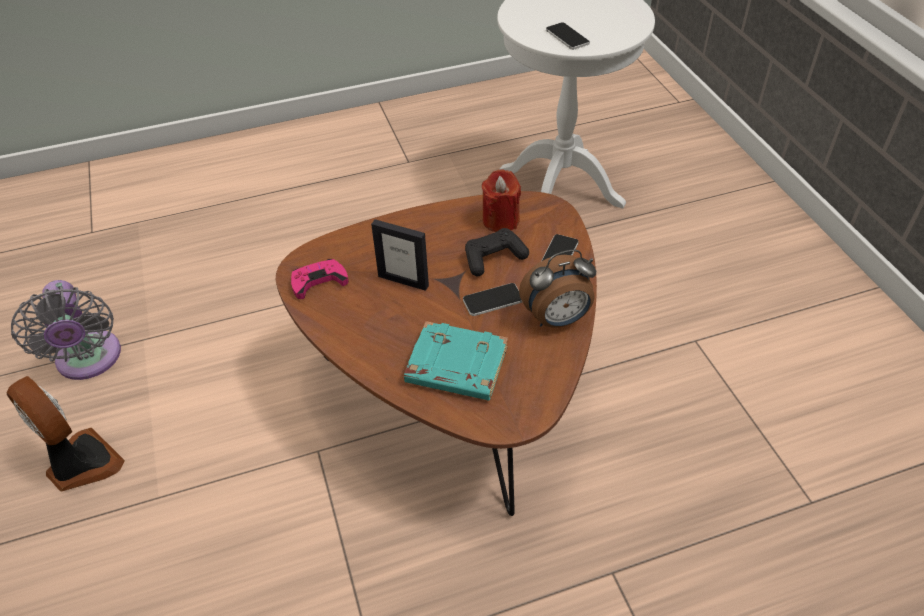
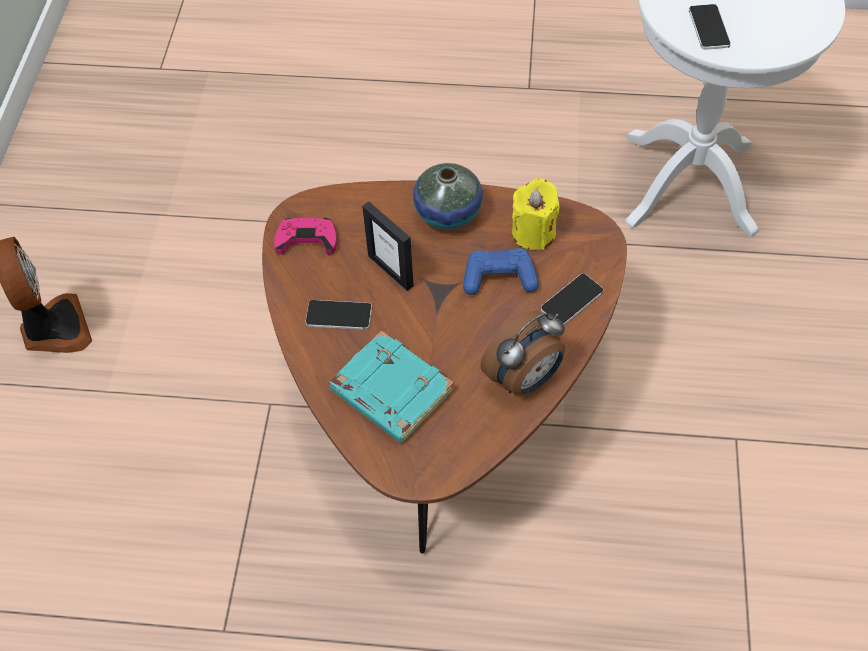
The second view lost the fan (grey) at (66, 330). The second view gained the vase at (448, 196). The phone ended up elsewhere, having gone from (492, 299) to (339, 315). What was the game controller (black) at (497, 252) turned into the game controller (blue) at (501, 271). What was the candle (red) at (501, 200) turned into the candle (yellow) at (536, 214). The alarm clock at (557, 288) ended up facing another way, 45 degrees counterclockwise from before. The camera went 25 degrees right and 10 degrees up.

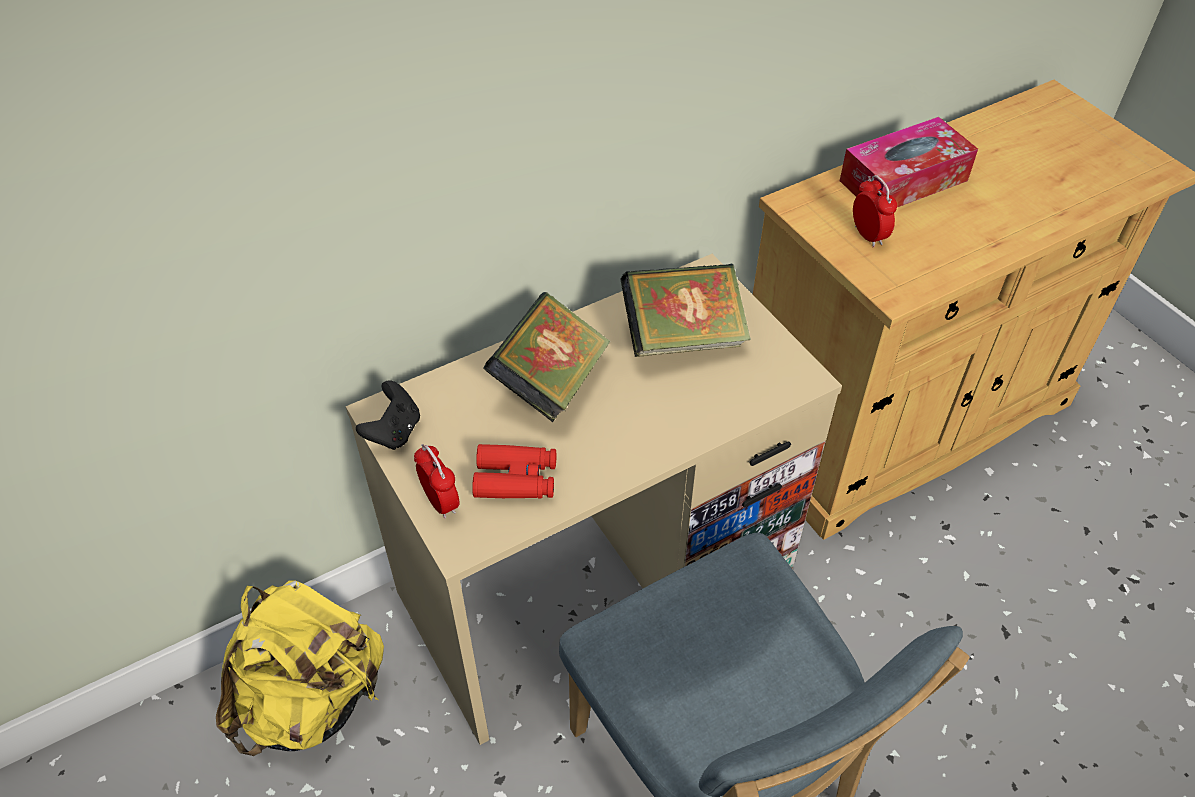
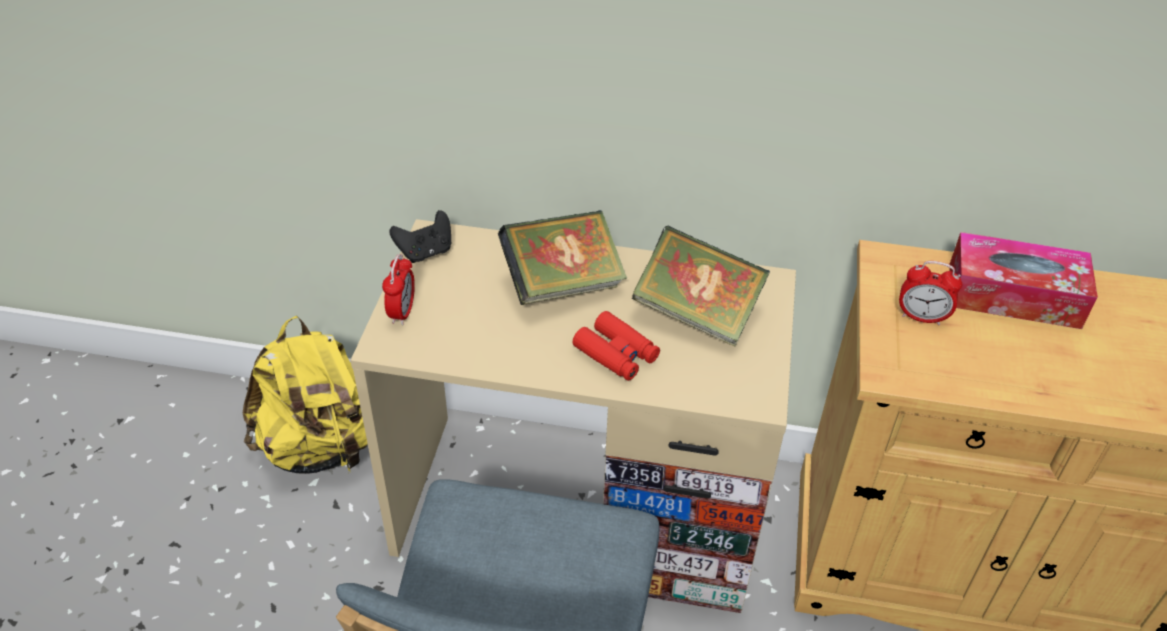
The binoculars (red) ended up elsewhere, having gone from (514, 471) to (616, 346). The alarm clock at (875, 211) ended up facing another way, 90 degrees clockwise from before. The camera went 40 degrees right and 5 degrees down.

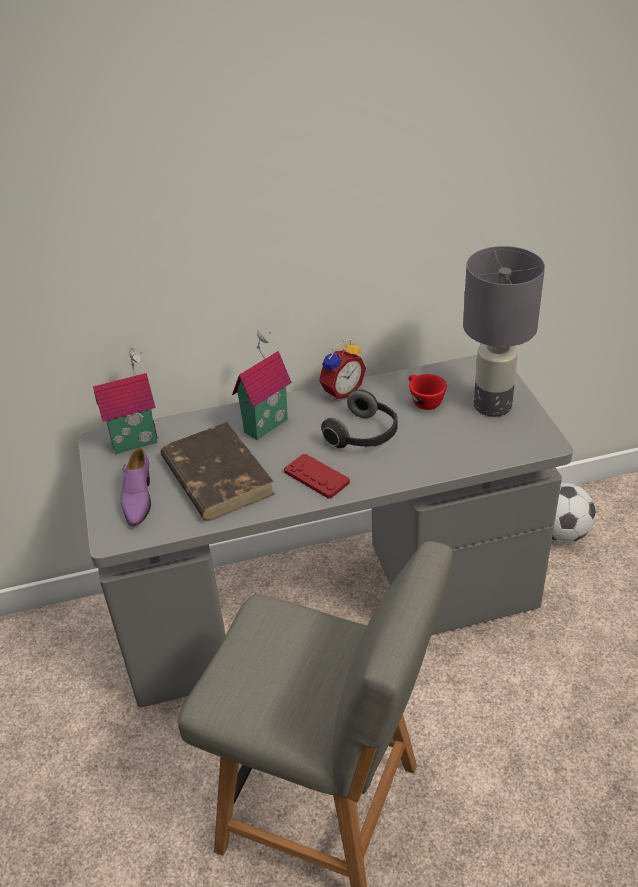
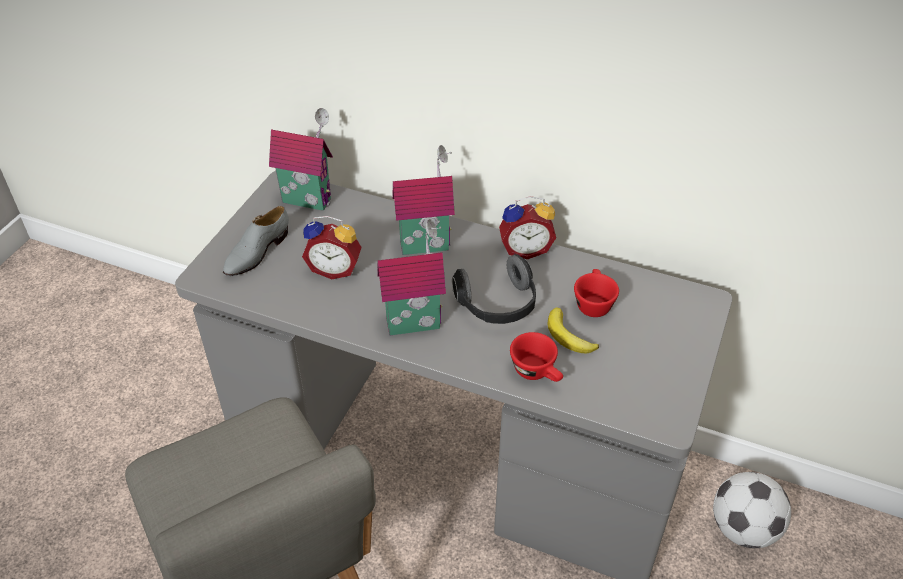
The second view lost the table lamp (grey) at (504, 331). The second view gained the cup (red) at (536, 357). The second view gained the banana at (573, 330). Where the book (brown) stood at (218, 471), the alarm clock came to stand at (332, 247). Where the game controller (red) stood at (317, 476), the toy house came to stand at (411, 277). What was the shoe (purple) at (136, 487) turned into the shoe (grey) at (256, 241). The camera went 35 degrees right and 5 degrees up.

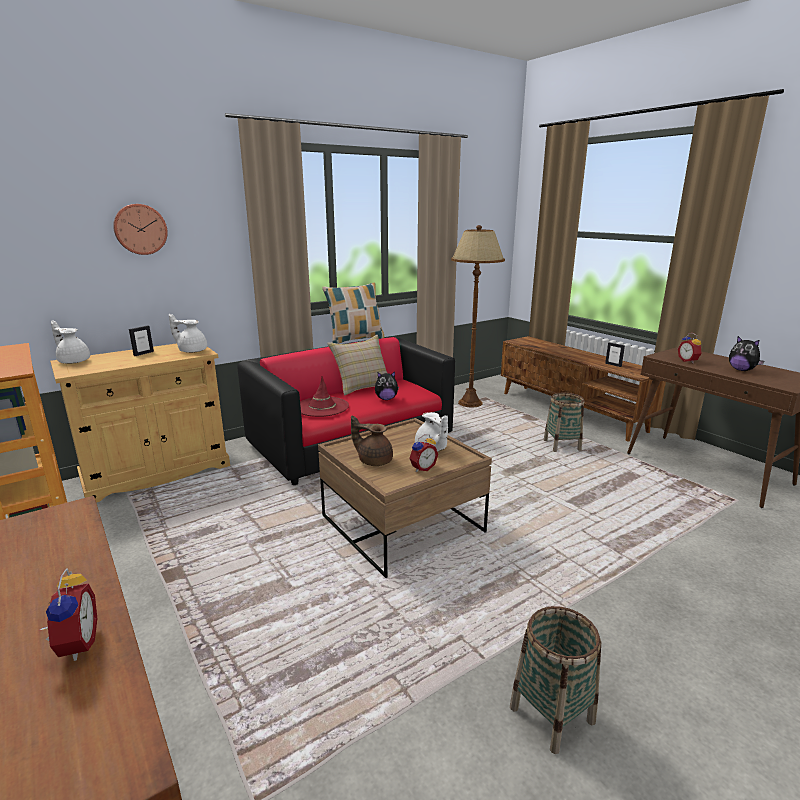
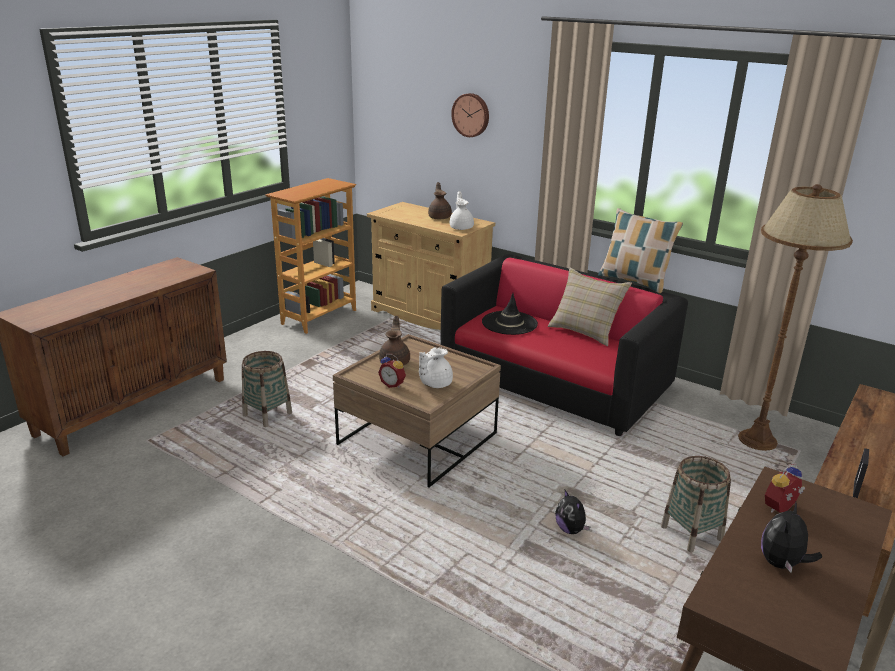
The second view lost the alarm clock at (68, 614). The second view lost the teapot (white) at (70, 342). The plush toy ended up elsewhere, having gone from (387, 386) to (572, 512). The basket ended up elsewhere, having gone from (555, 680) to (267, 389). Where the picture frame stood at (141, 340), the teapot (brown) came to stand at (440, 201). What was the hat (red) at (324, 396) turned into the hat (black) at (510, 314). The camera went 70 degrees right and 5 degrees up.

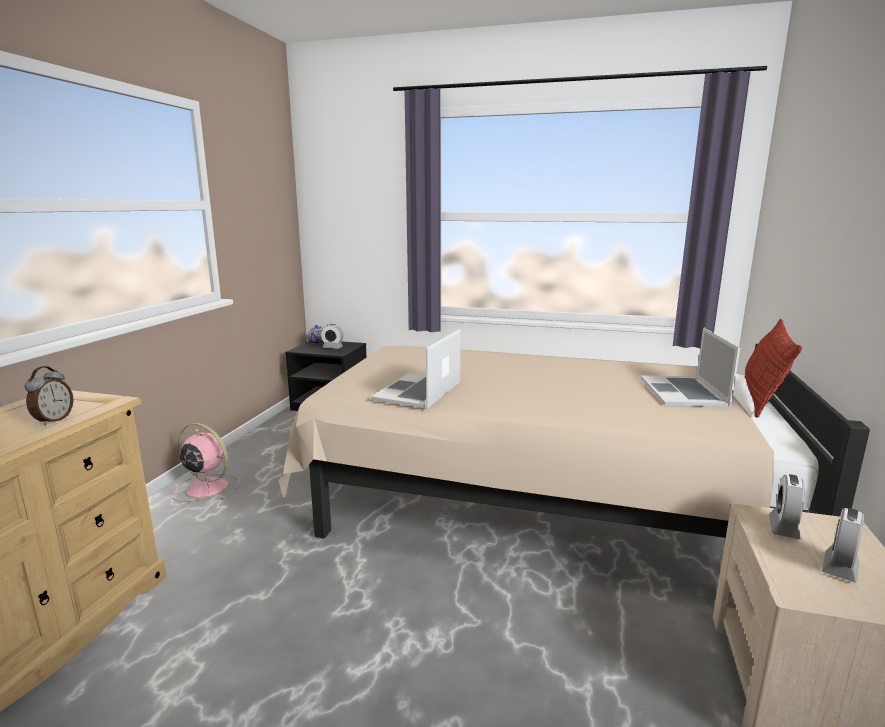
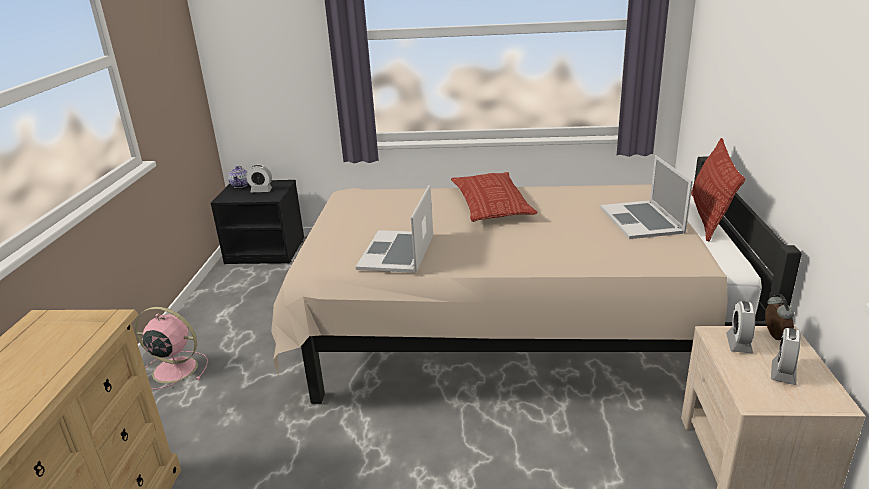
The second view gained the pillow at (494, 197). The alarm clock ended up elsewhere, having gone from (49, 396) to (779, 317). The camera went 10 degrees left and 10 degrees up.

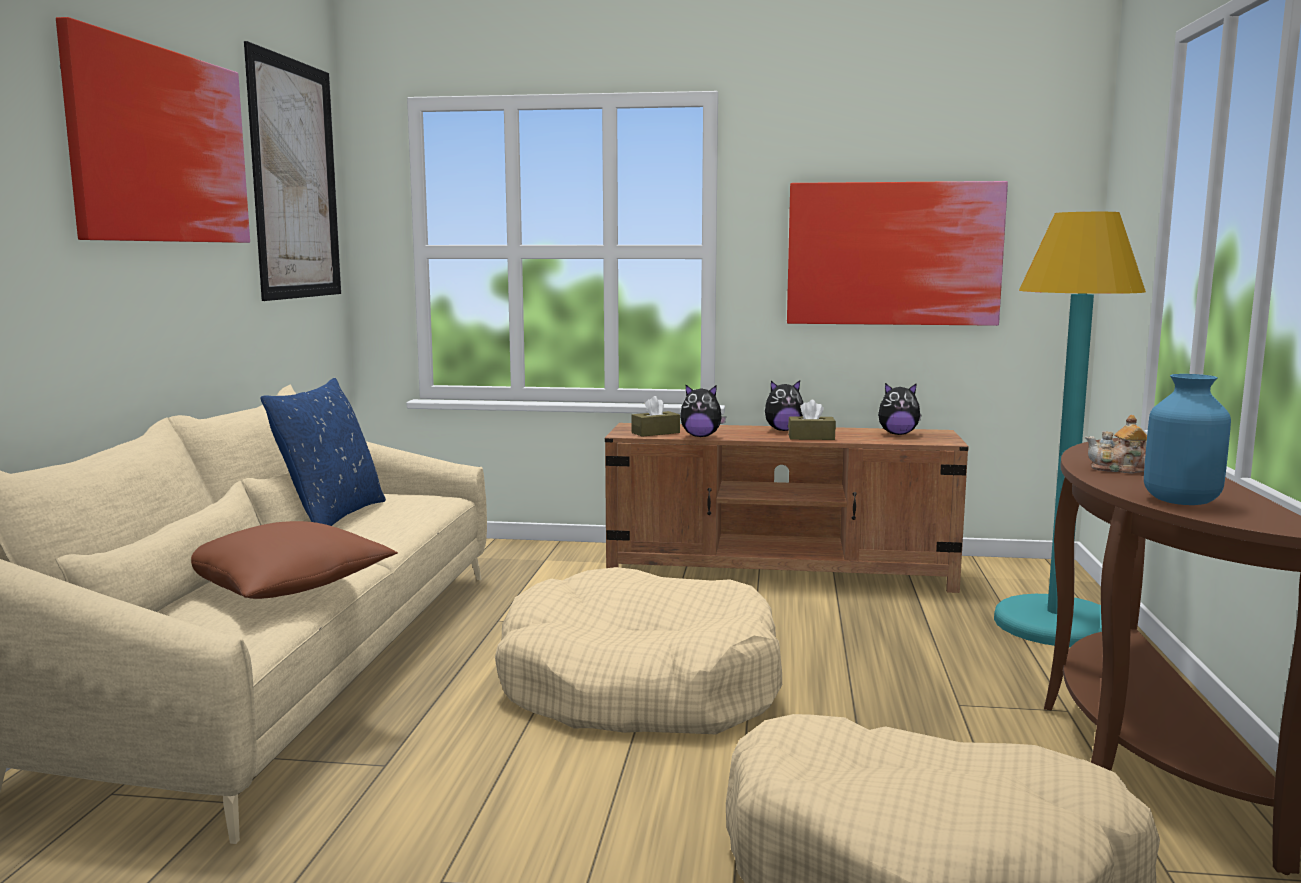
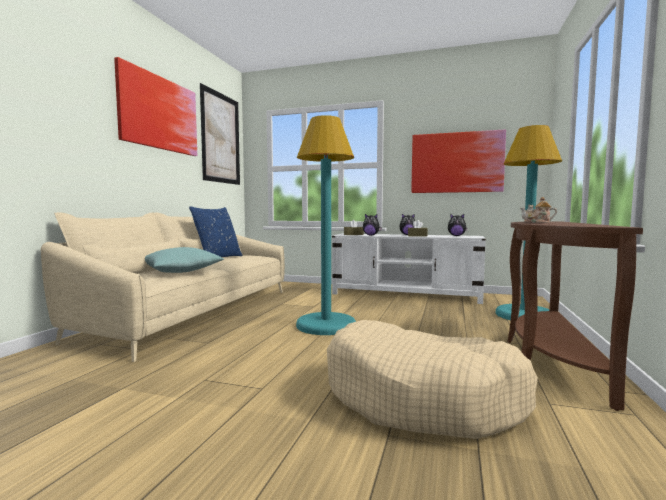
The second view lost the vase (blue) at (1187, 439). Where the dog bed (beige) stood at (638, 650), the floor lamp (turquoise) came to stand at (326, 225). What was the pillow (brown) at (294, 560) turned into the pillow (turquoise) at (184, 260). What was the tv stand (brown) at (787, 508) turned into the tv stand (white) at (409, 269). The camera went 10 degrees right and 5 degrees down.

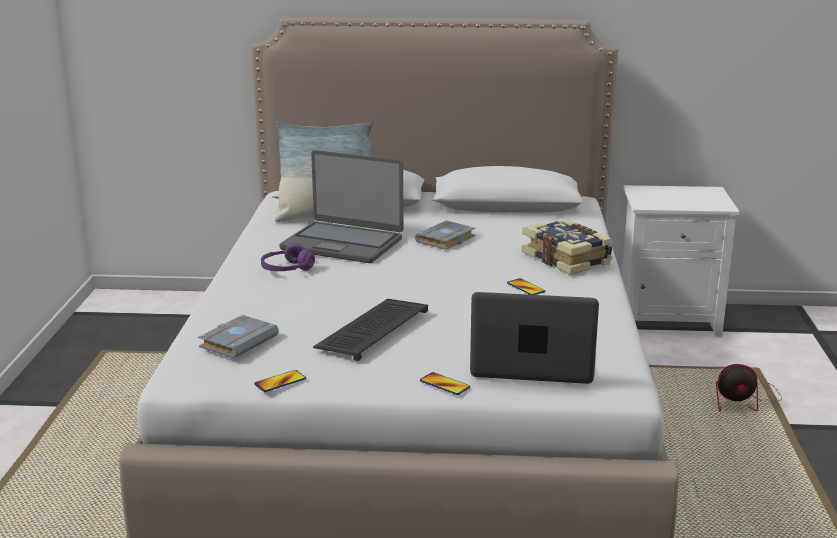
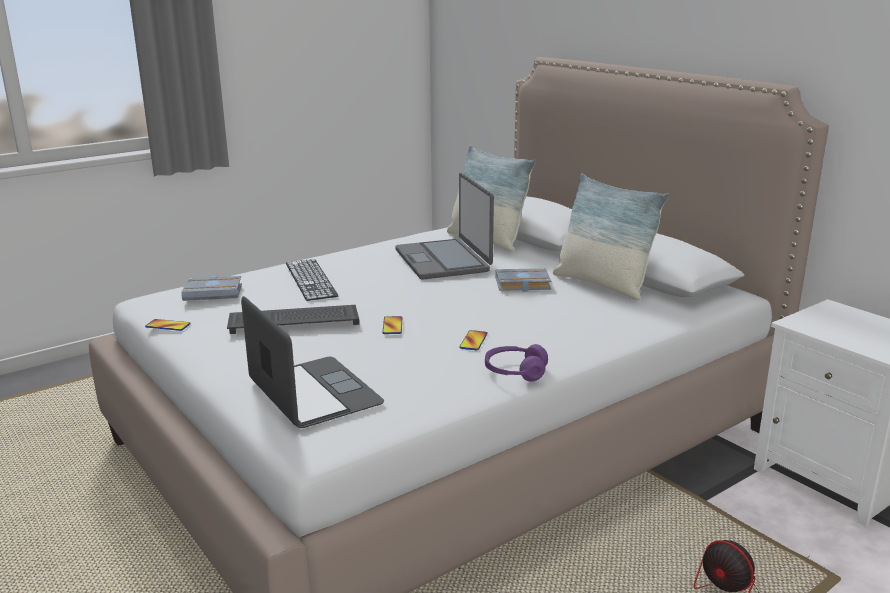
The second view lost the book at (567, 246). The second view gained the keyboard at (312, 280). The second view gained the pillow at (611, 237). The headphones (purple) ended up elsewhere, having gone from (288, 257) to (516, 363). The phone ended up elsewhere, having gone from (445, 383) to (392, 325). The camera went 50 degrees right and 0 degrees up.

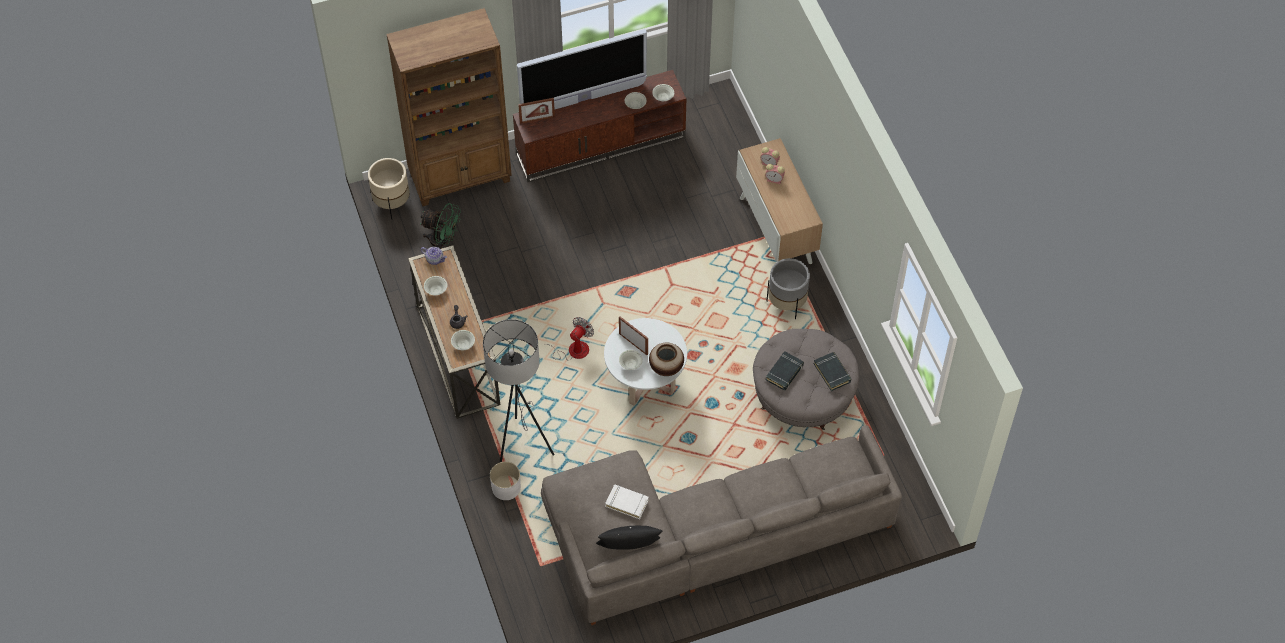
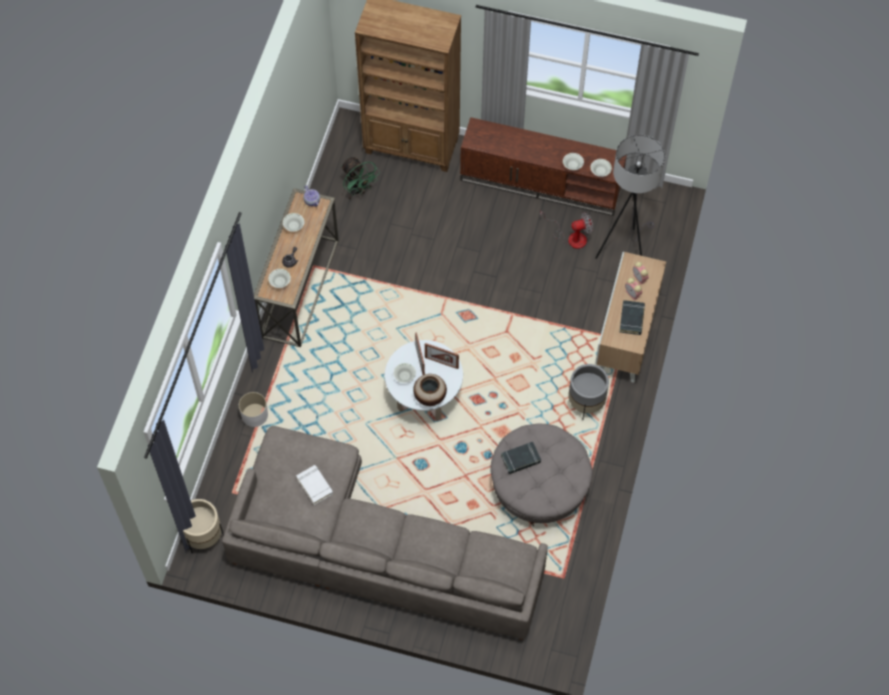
The second view lost the television at (582, 69). The second view lost the pillow (black) at (629, 538). The planter (beige) ended up elsewhere, having gone from (389, 189) to (203, 526). The floor lamp (grey) ended up elsewhere, having gone from (519, 390) to (630, 197). The picture frame ended up elsewhere, having gone from (536, 111) to (442, 356). The fan ended up elsewhere, having gone from (561, 339) to (566, 229). The book (black) ended up elsewhere, having gone from (832, 371) to (632, 317). The camera went 35 degrees right and 5 degrees up.

